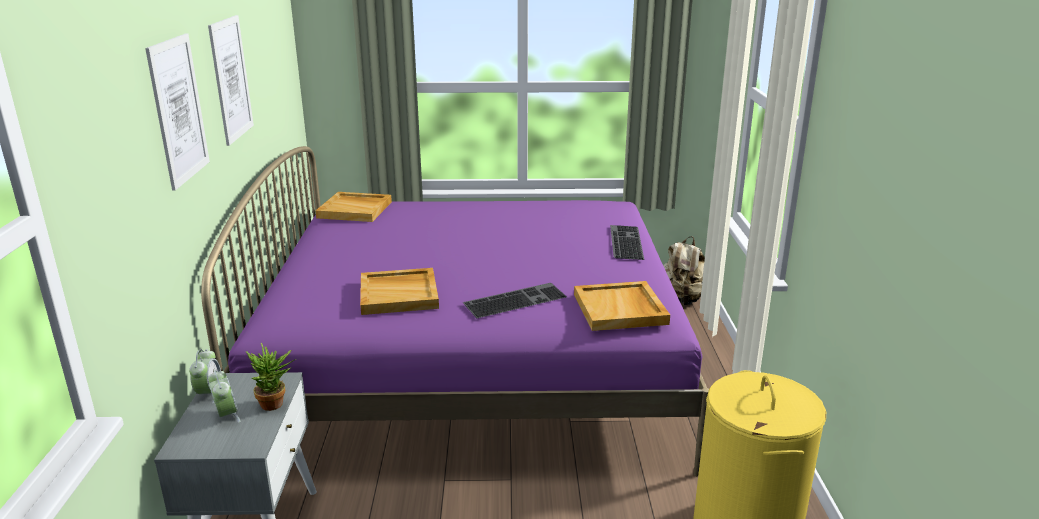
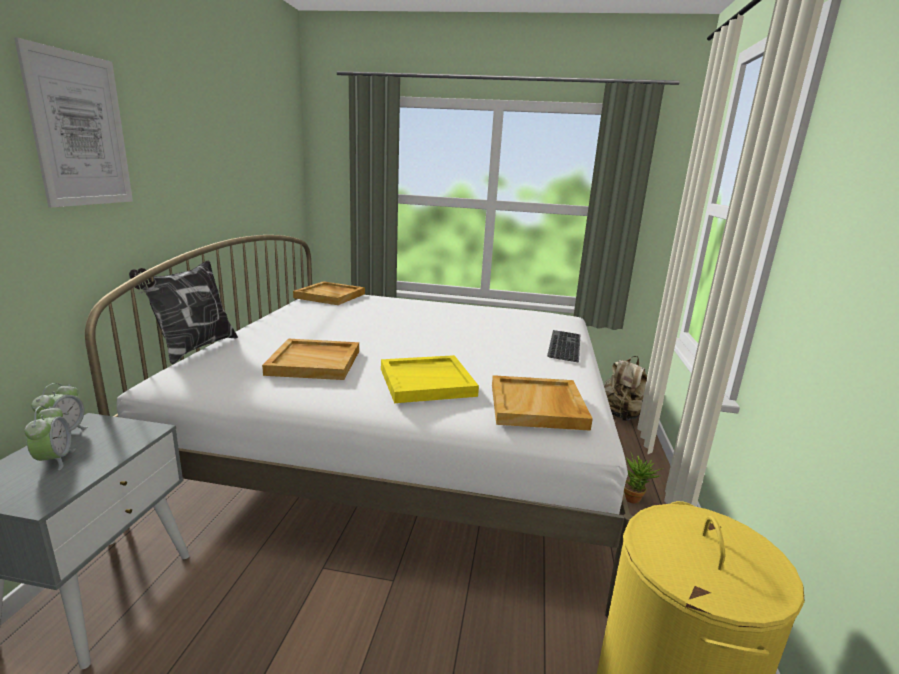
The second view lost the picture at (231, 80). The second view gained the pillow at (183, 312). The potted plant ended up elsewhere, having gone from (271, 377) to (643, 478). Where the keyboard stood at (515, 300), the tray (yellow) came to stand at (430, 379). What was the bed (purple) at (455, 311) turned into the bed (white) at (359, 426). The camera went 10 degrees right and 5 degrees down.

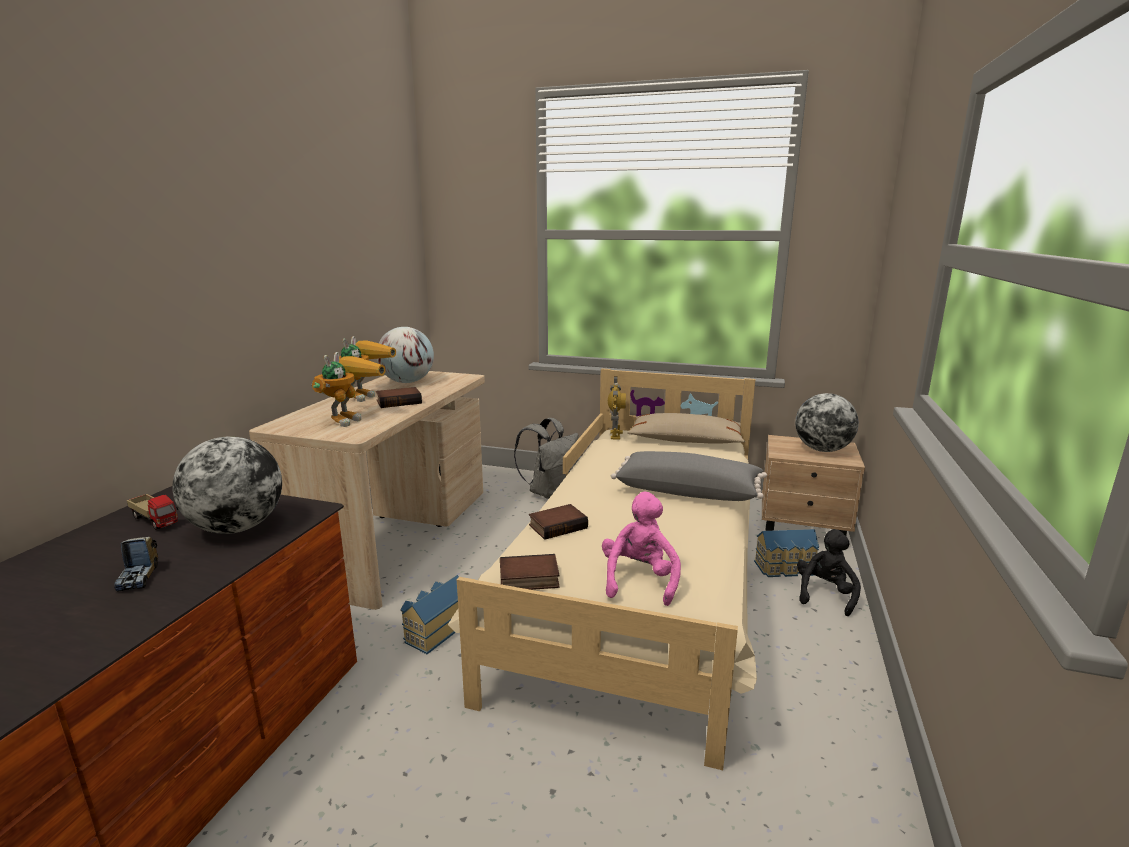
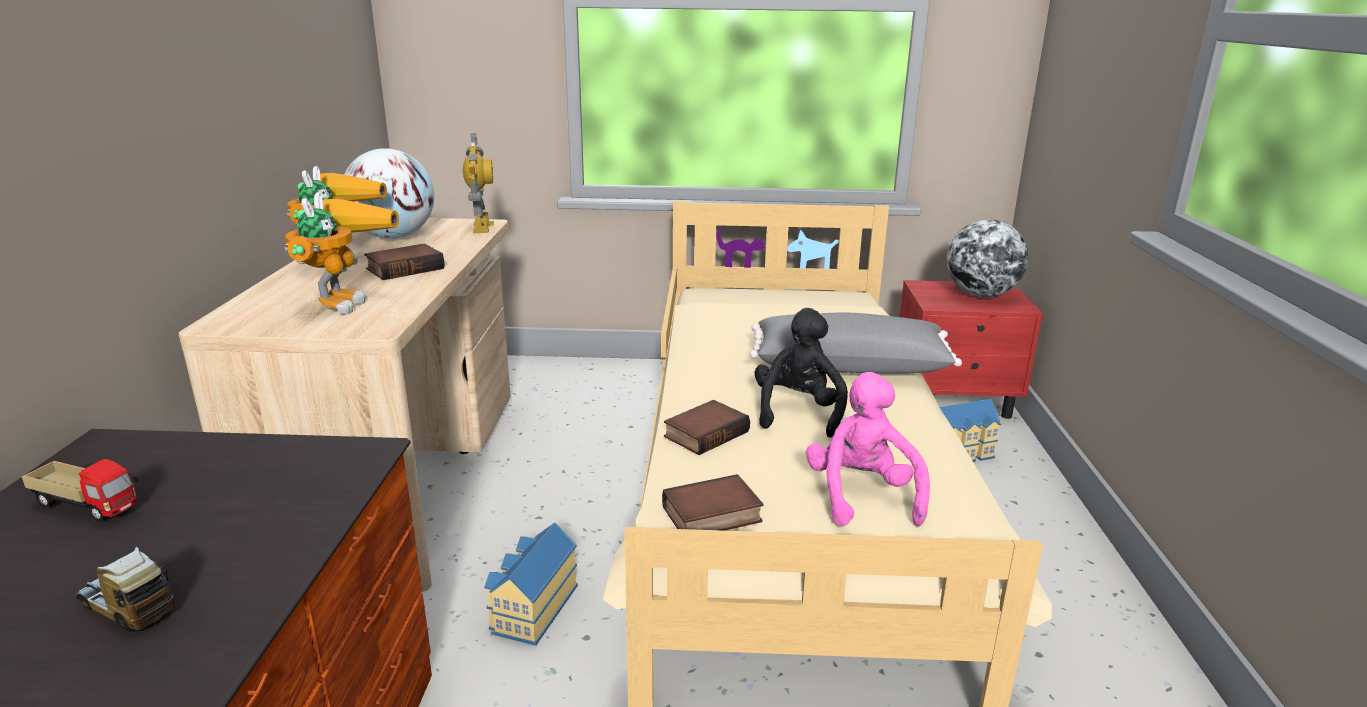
The second view lost the globe at (227, 485). The second view lost the backpack (grey) at (546, 458). The second view lost the pillow (beige) at (686, 428). The toy robot ended up elsewhere, having gone from (617, 408) to (478, 183). The plush toy (black) ended up elsewhere, having gone from (829, 572) to (801, 373). What was the nightstand (beige) at (813, 485) turned into the nightstand (red) at (971, 349). The toy truck at (136, 564) ended up facing another way, 150 degrees clockwise from before. The camera went 15 degrees left and 5 degrees up.

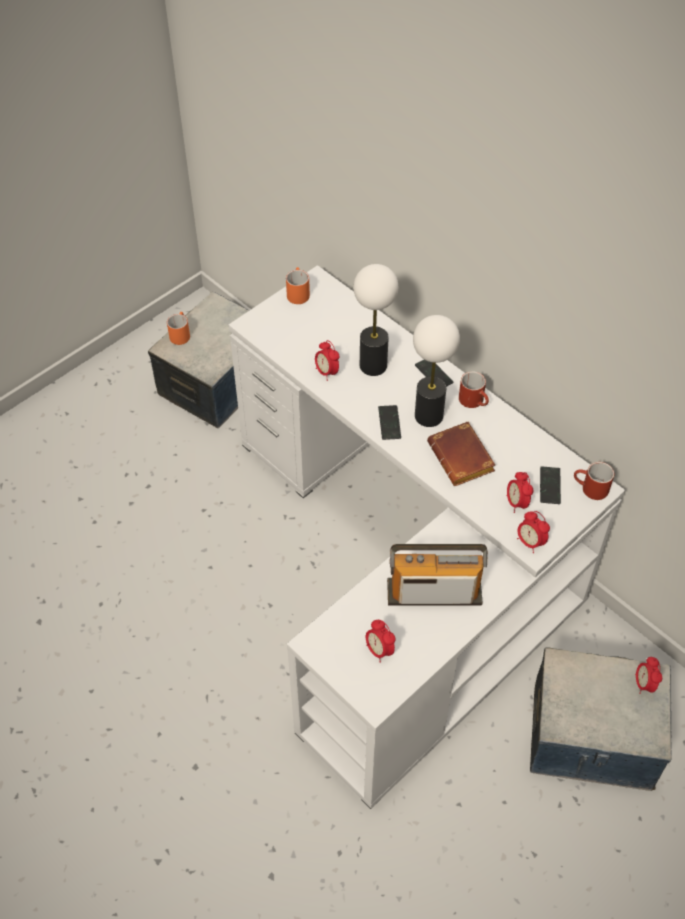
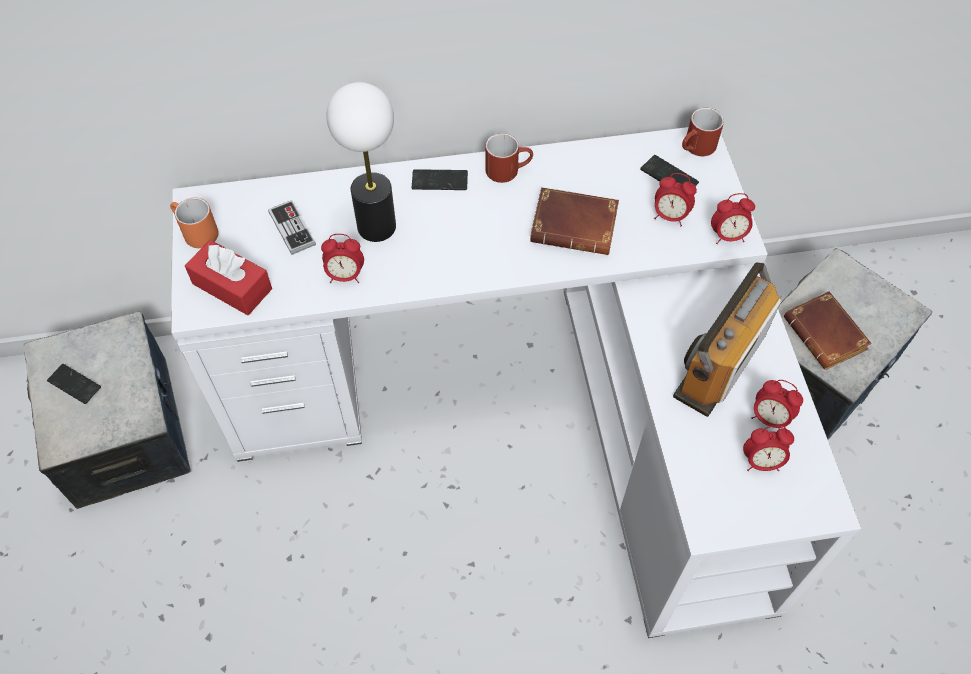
The second view lost the mug (orange) at (178, 328). The second view lost the table lamp at (436, 371). The second view gained the tissue box (red) at (228, 277). The second view gained the game controller at (292, 227). The second view gained the book (brown) at (828, 330). The phone ended up elsewhere, having gone from (389, 422) to (74, 384). The alarm clock ended up elsewhere, having gone from (648, 675) to (777, 404). The camera went 55 degrees left and 5 degrees up.

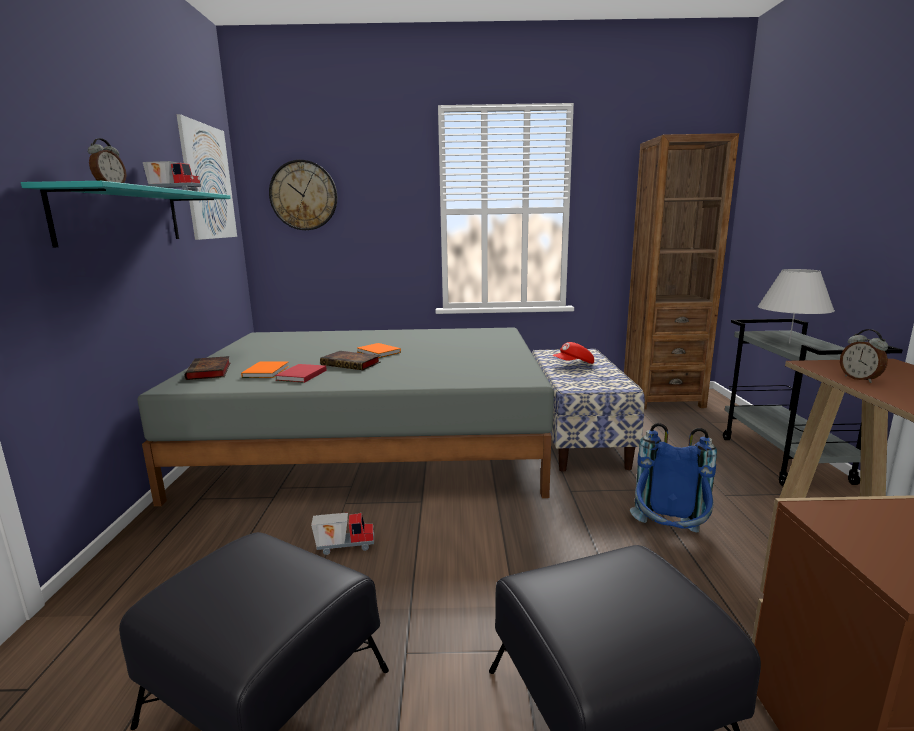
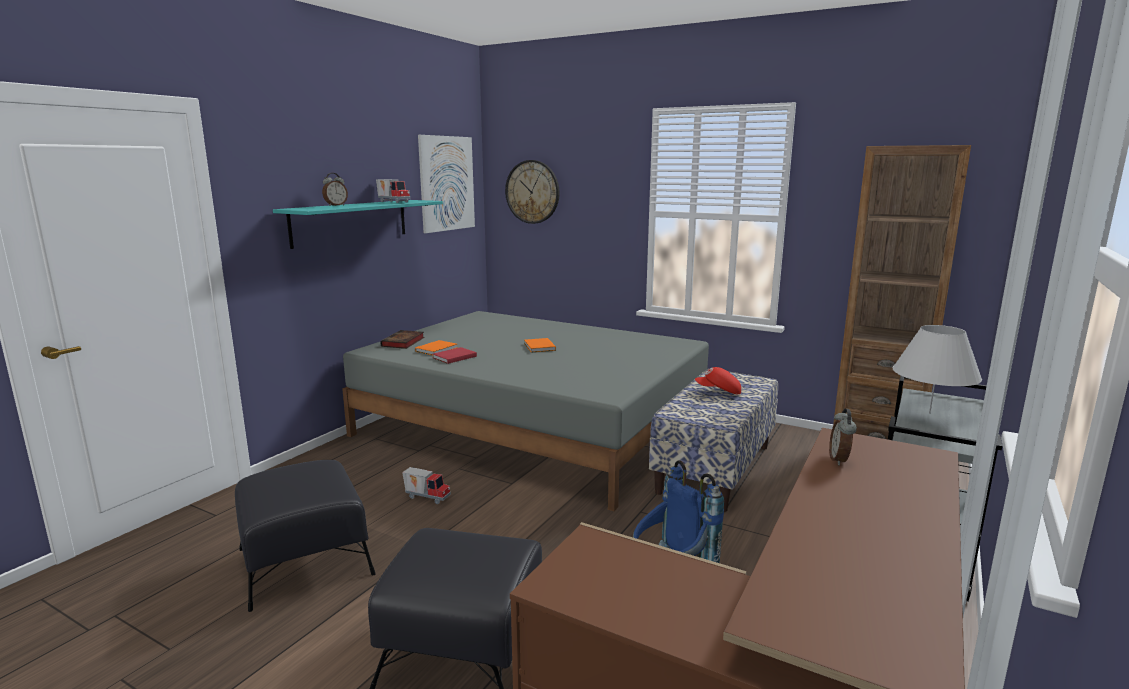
The second view lost the book at (350, 360). The camera went 30 degrees right and 0 degrees up.

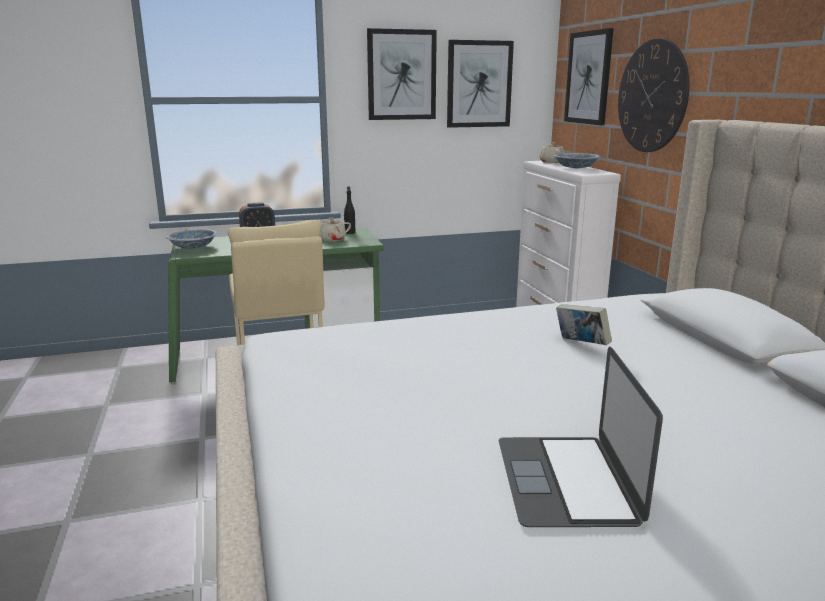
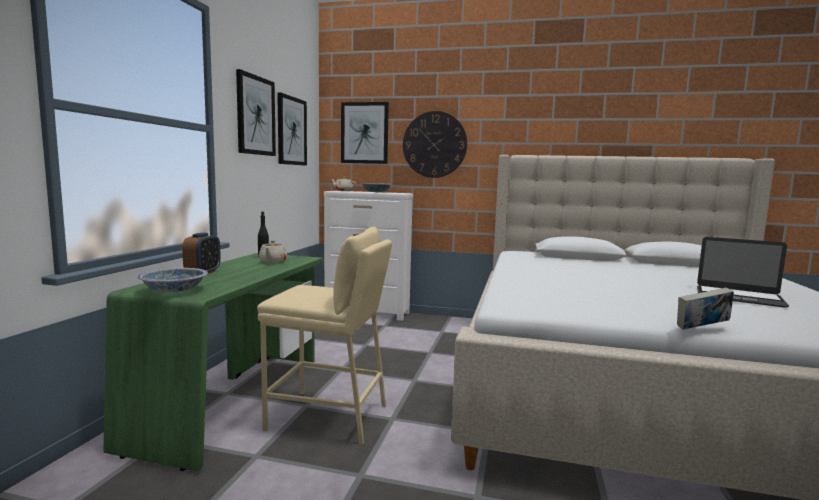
The book ended up elsewhere, having gone from (584, 324) to (705, 308). The camera went 60 degrees left and 10 degrees down.

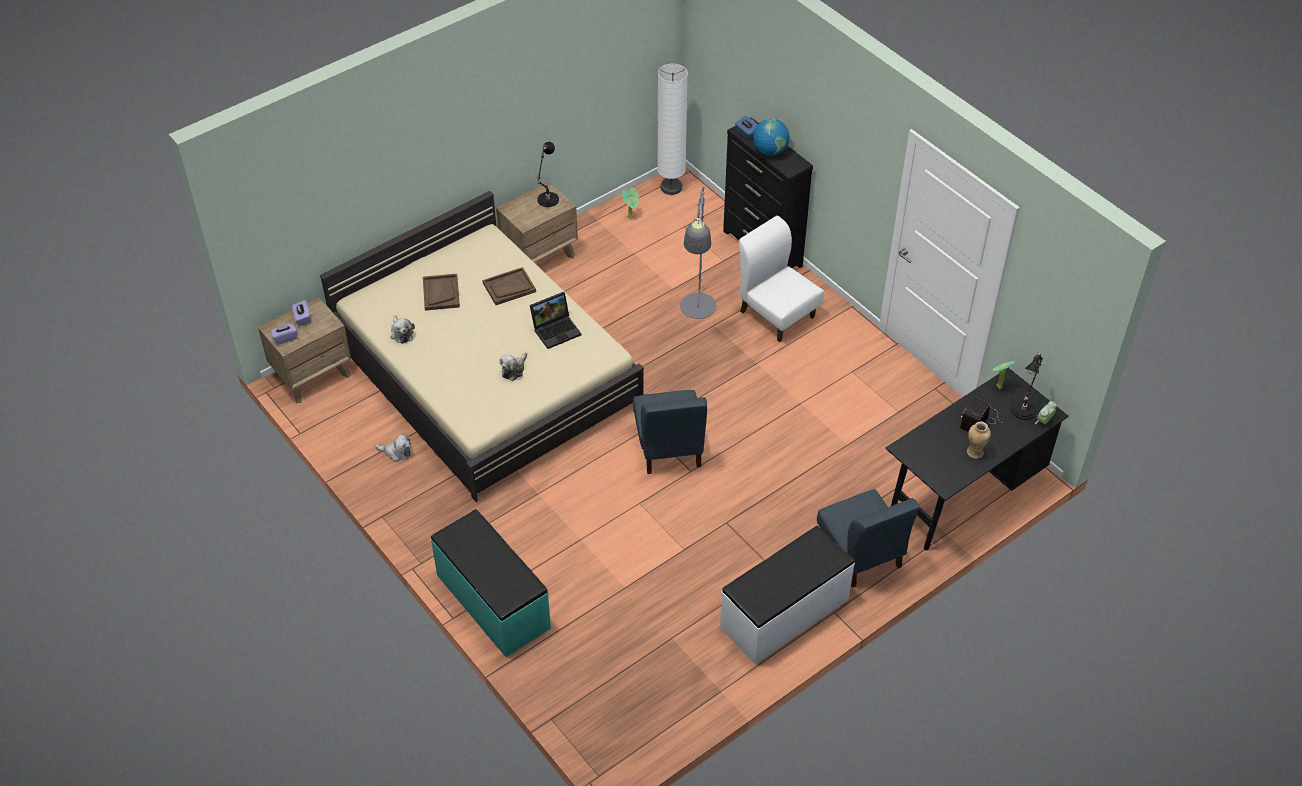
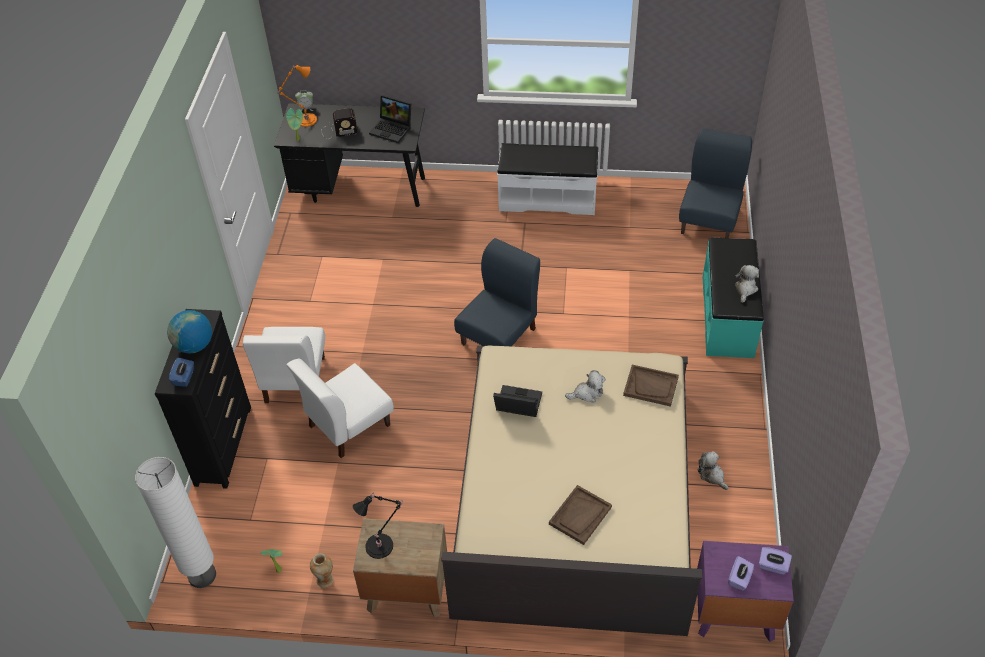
The second view gained the laptop at (390, 119). The plush toy ended up elsewhere, having gone from (403, 329) to (747, 284). The tray (brown) ended up elsewhere, having gone from (509, 286) to (651, 386). The chair (blue) ended up elsewhere, having gone from (868, 538) to (715, 183). The vase ended up elsewhere, having gone from (979, 440) to (321, 570). Where the floor lamp (grey) stood at (698, 252), the chair (white) came to stand at (340, 408). What was the nightstand (brown) at (304, 350) turned into the nightstand (purple) at (745, 591). What was the table lamp (black) at (1027, 385) turned into the table lamp (orange) at (297, 96). The camera went 135 degrees left and 0 degrees up.

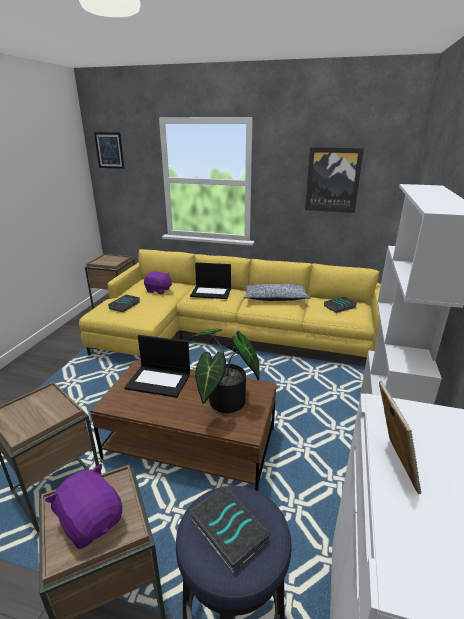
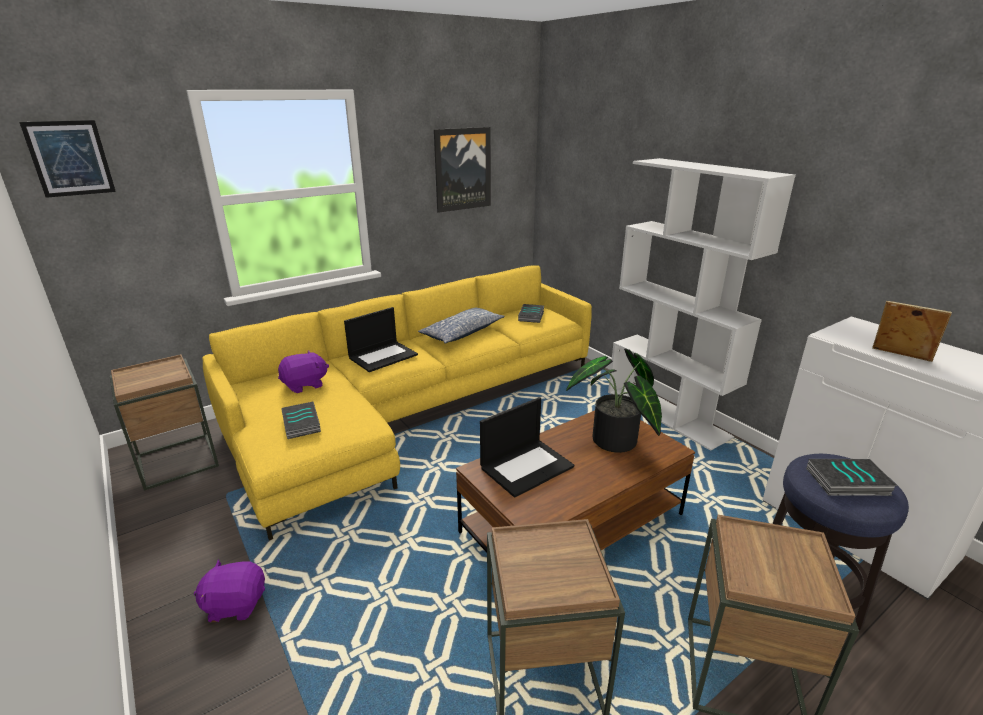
The plush toy (purple) ended up elsewhere, having gone from (83, 506) to (229, 591). The camera went 50 degrees left and 0 degrees up.

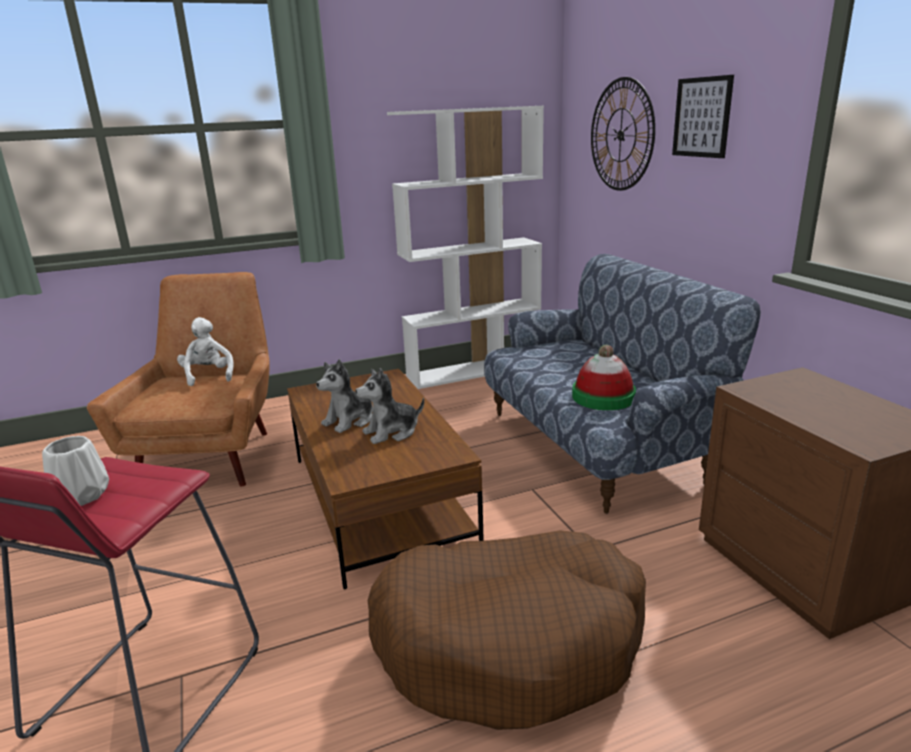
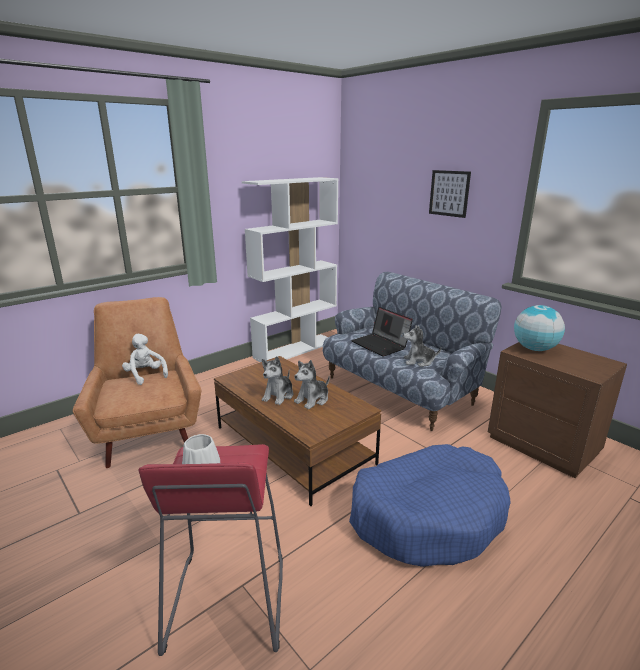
The second view lost the wall clock at (623, 134). The second view gained the laptop at (382, 332). The second view gained the globe at (539, 328). Where the hat stood at (604, 377), the plush toy came to stand at (422, 346). What was the dog bed (brown) at (507, 630) turned into the dog bed (blue) at (430, 505). The camera went 20 degrees left and 0 degrees up.

